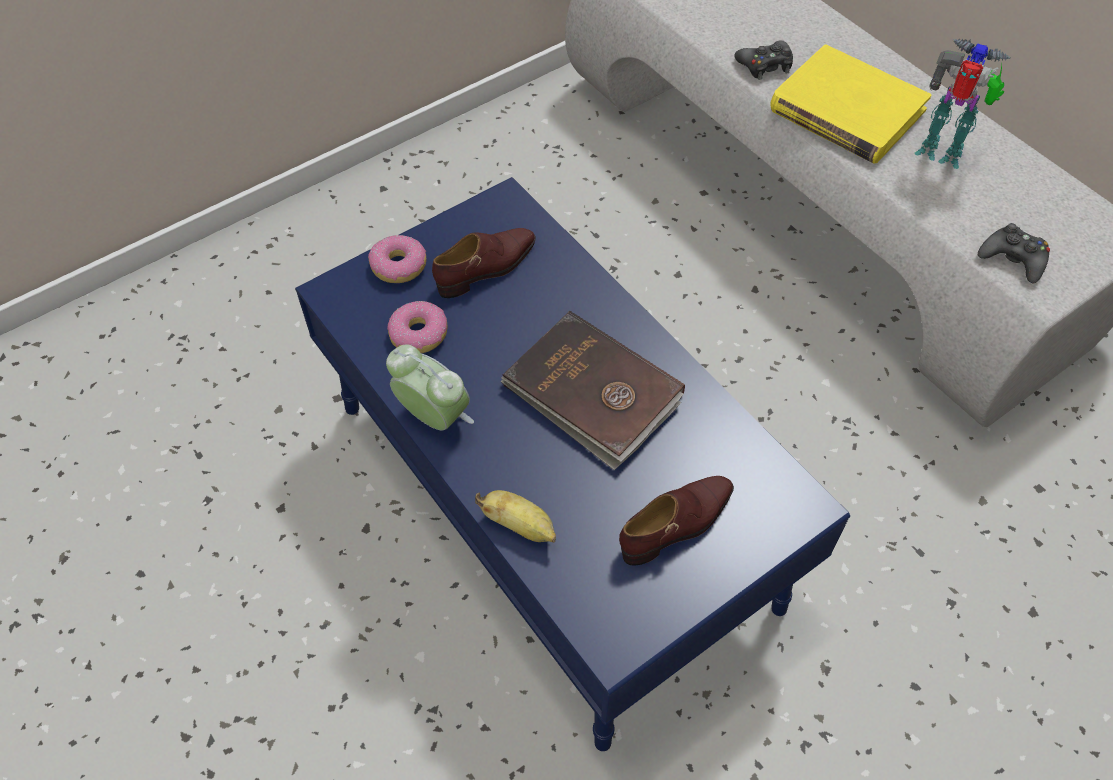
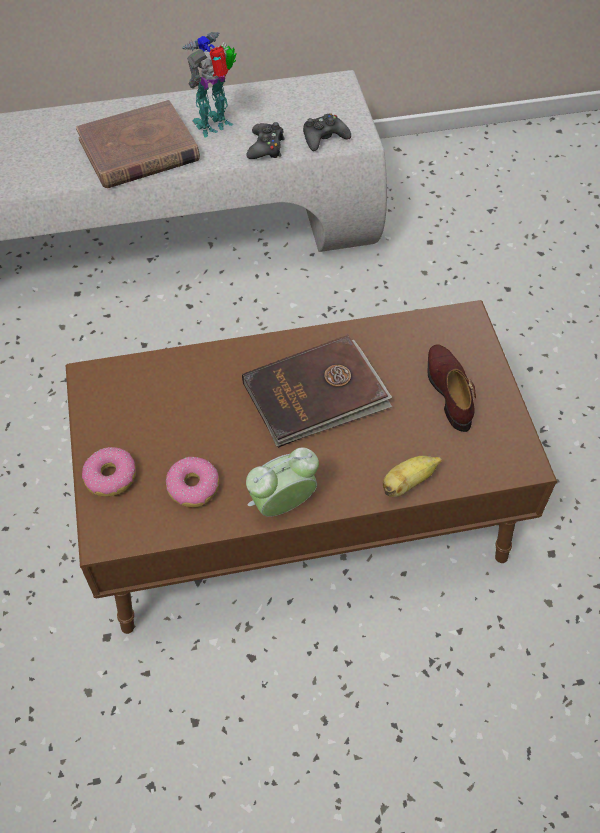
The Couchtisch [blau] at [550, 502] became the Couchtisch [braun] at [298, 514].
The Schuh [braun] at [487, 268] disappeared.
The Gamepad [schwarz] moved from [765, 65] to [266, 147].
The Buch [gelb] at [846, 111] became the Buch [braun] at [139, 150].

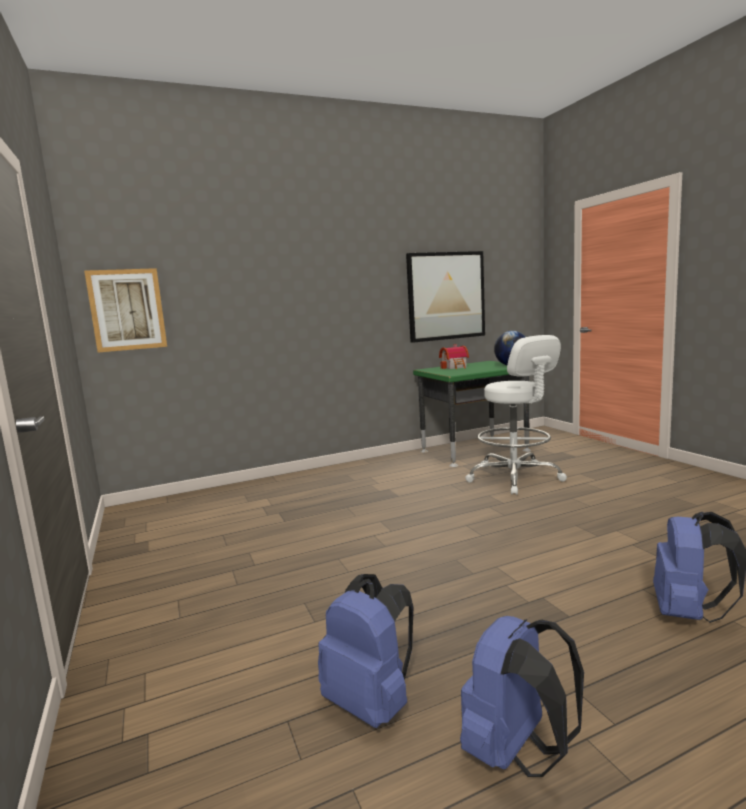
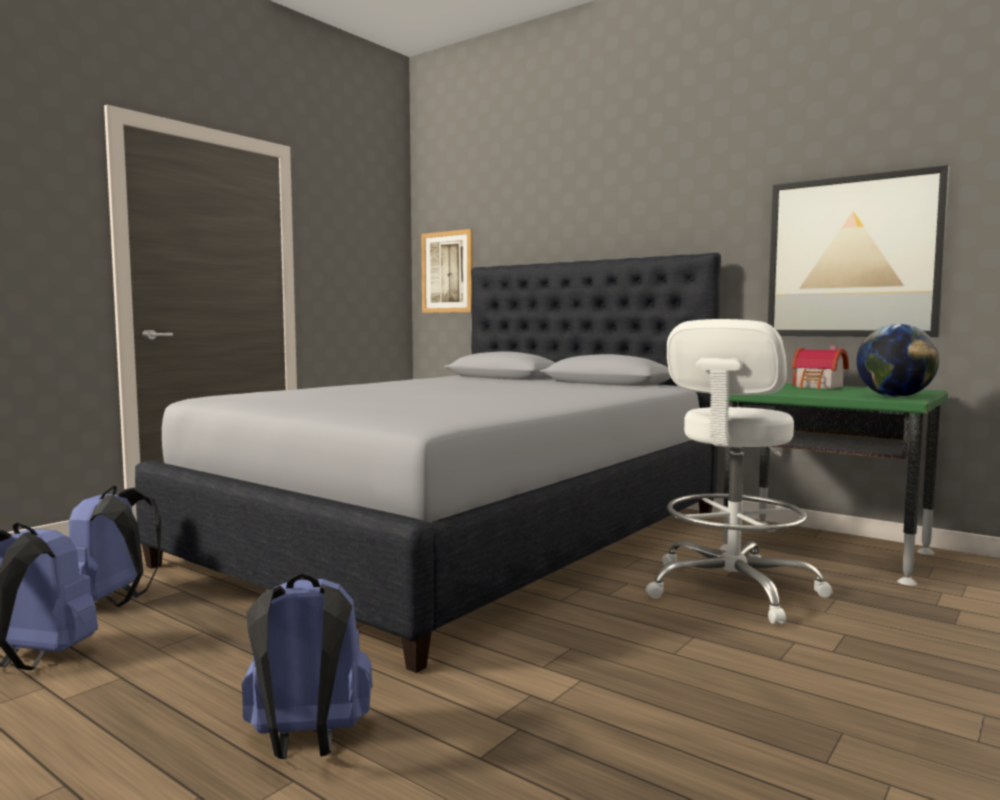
The Bett [grau] at [463, 537] appeared.

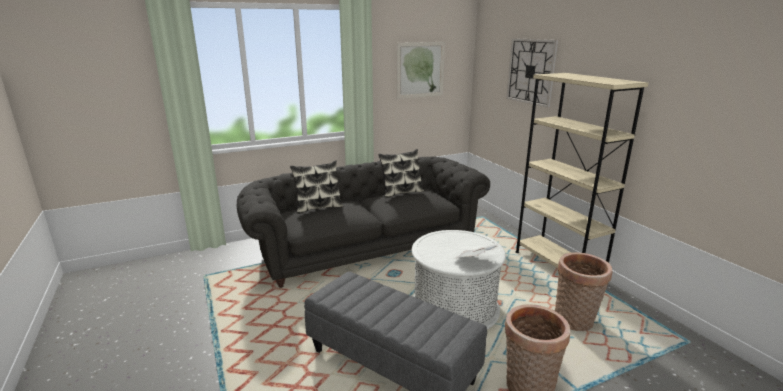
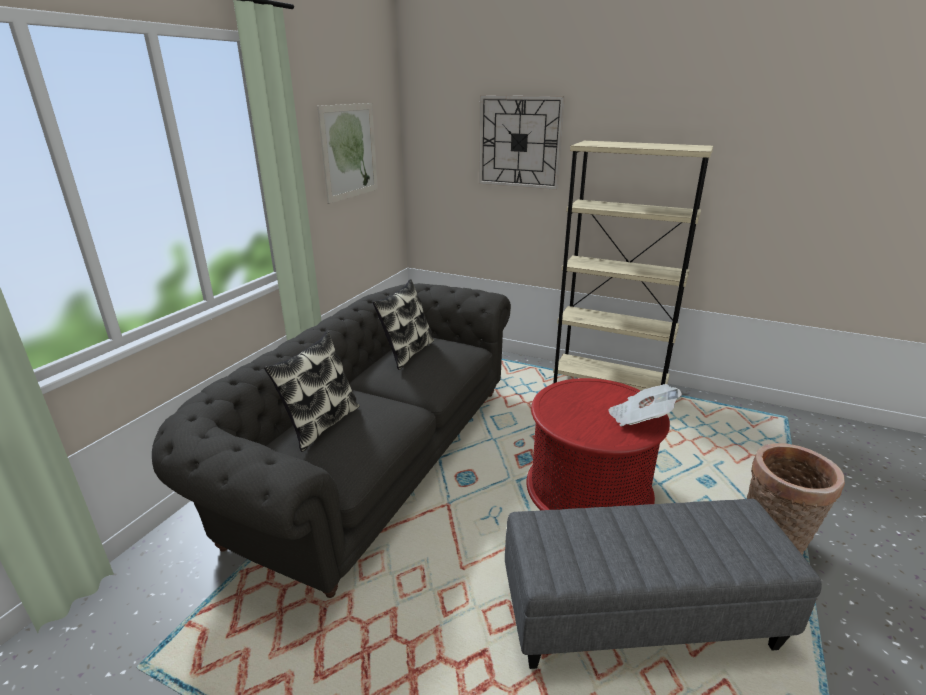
The Couchtisch [weiß] at [454, 307] became the Couchtisch [rot] at [588, 488].
The Korb at [575, 321] disappeared.

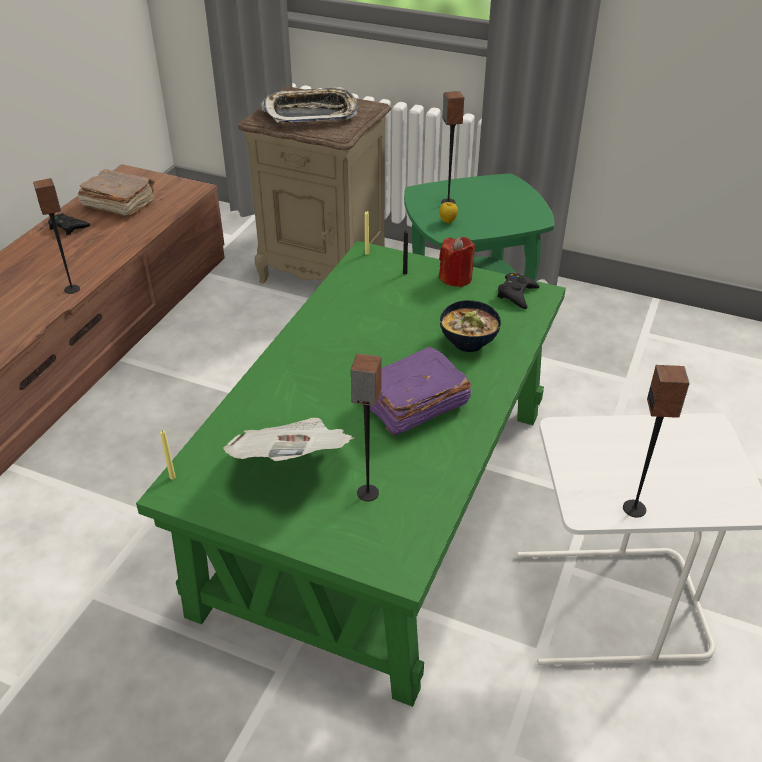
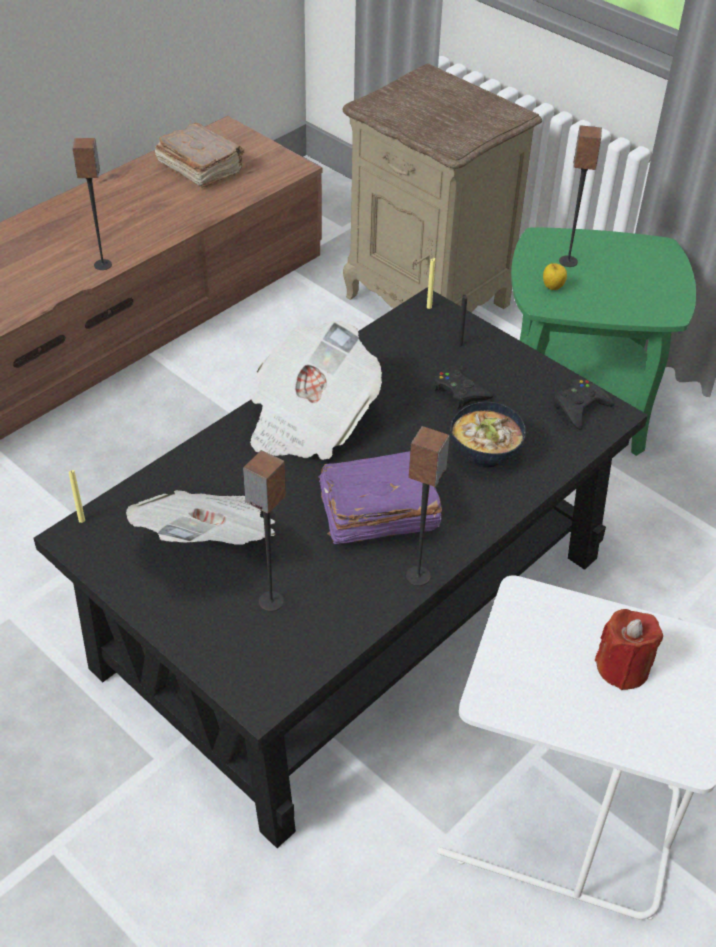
The Gamepad [schwarz] moved from [68, 227] to [460, 392].
The Couchtisch [grün] at [381, 506] became the Couchtisch [schwarz] at [354, 613].
The Tablett at [311, 113] disappeared.
The Kerze [rot] moved from [456, 278] to [622, 668].
The Lautsprecher moved from [635, 509] to [418, 576].
The Zeitung at [309, 420] appeared.

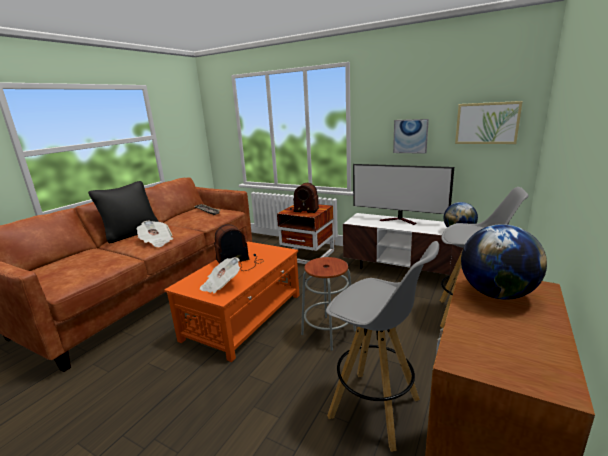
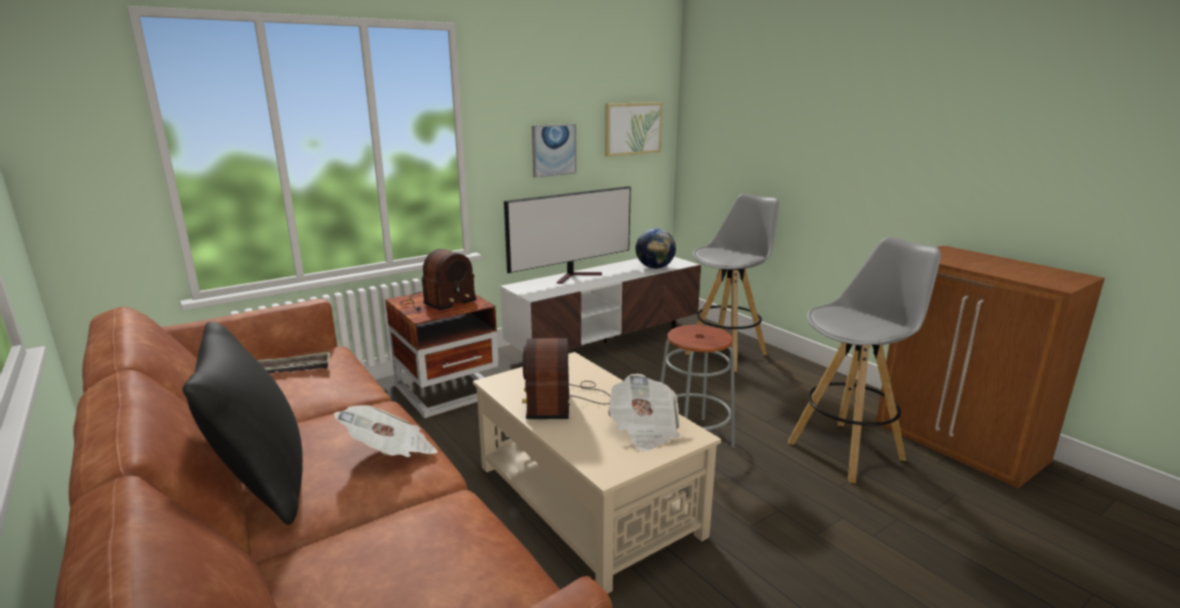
The Couchtisch [orange] at [244, 316] became the Couchtisch [beige] at [586, 498].
The Globus at [496, 294] disappeared.

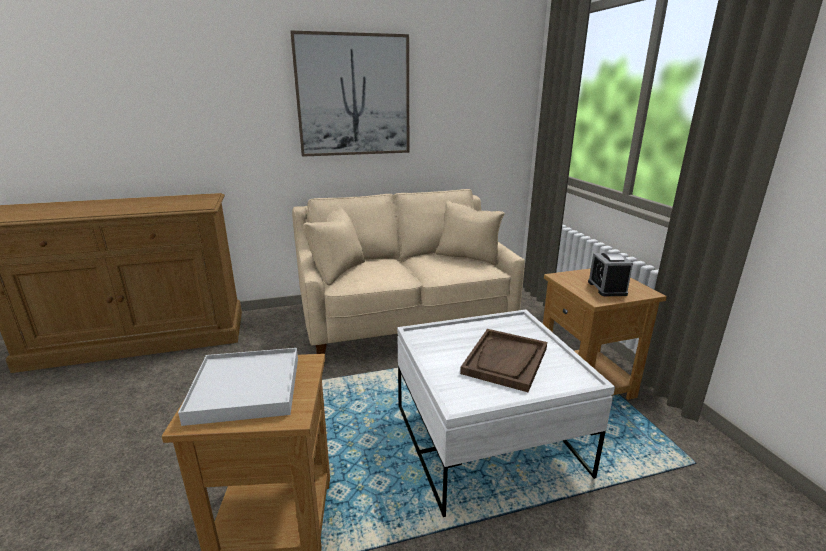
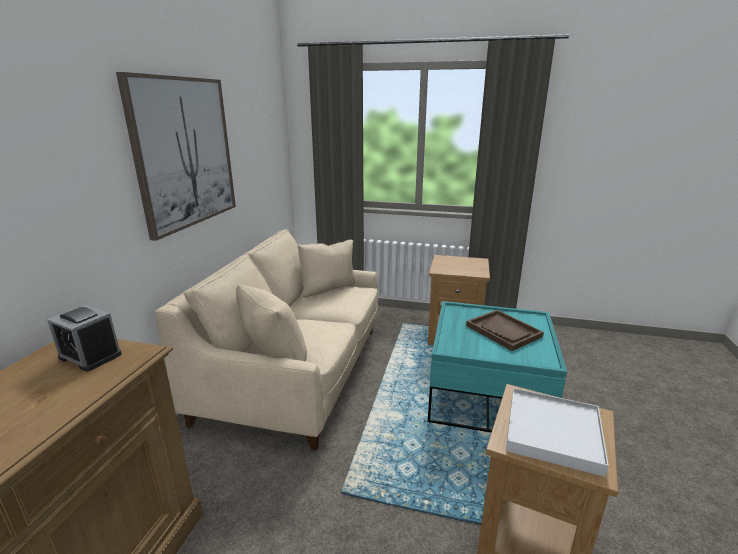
The Couchtisch [weiß] at [487, 439] became the Couchtisch [türkis] at [487, 395].
The Wecker moved from [607, 288] to [90, 356].

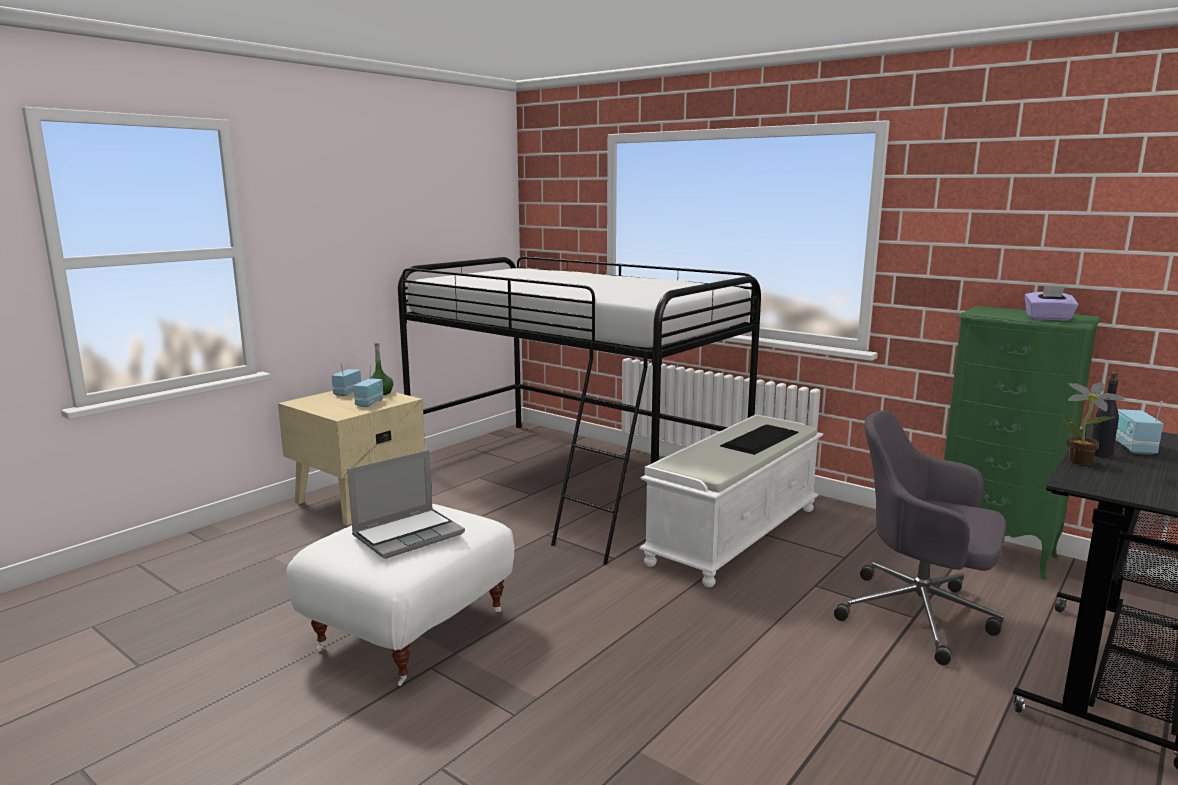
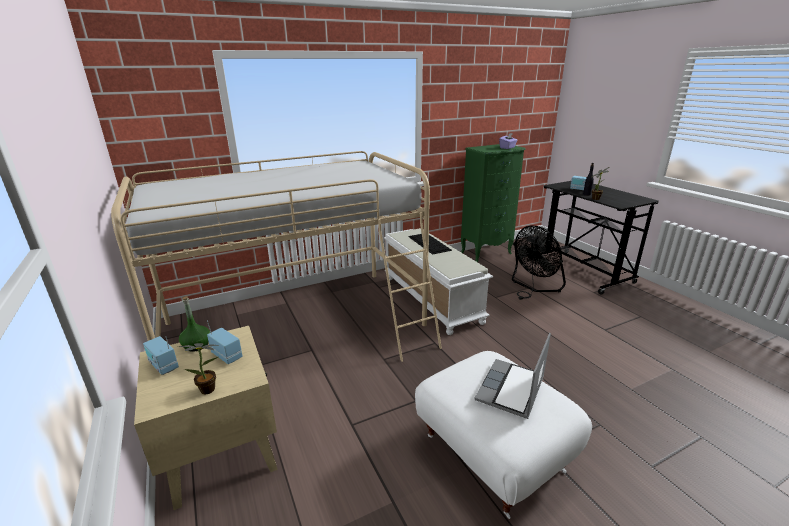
The Laptop at [409, 534] turned 135 degrees counterclockwise.
The Bett [schwarz] at [573, 476] became the Bett [beige] at [299, 325].
The Bürostuhl [grau] at [920, 615] was replaced by the Ventilator [schwarz] at [530, 285].
The Topfpflanze at [210, 390] appeared.

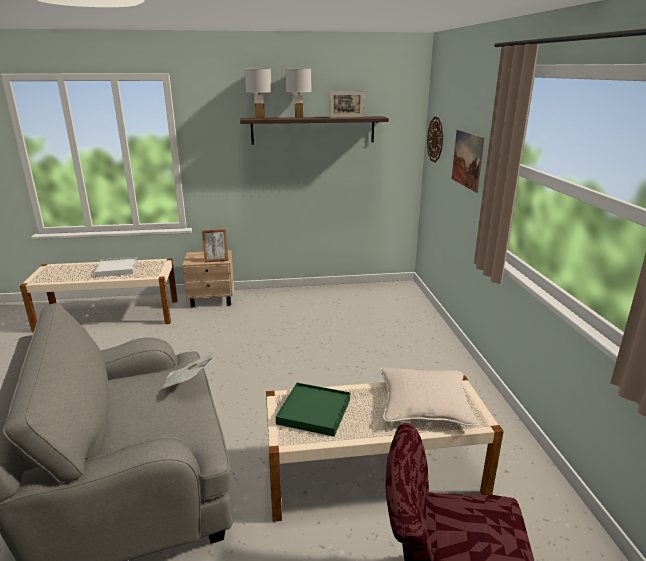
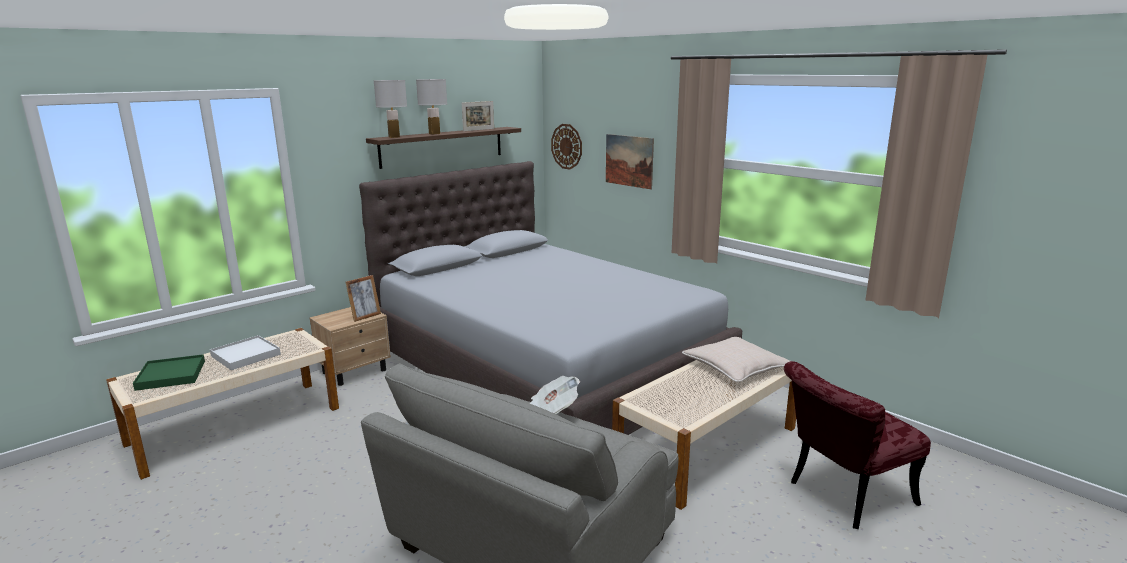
The Tablett [grün] moved from [314, 411] to [171, 375].
The Bett [grau] at [546, 369] appeared.

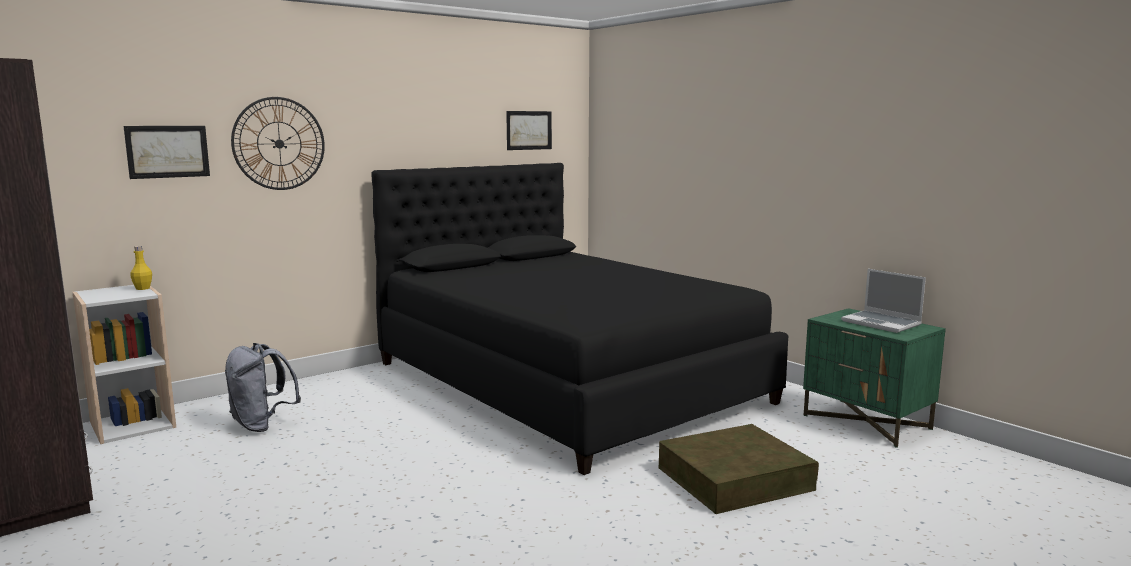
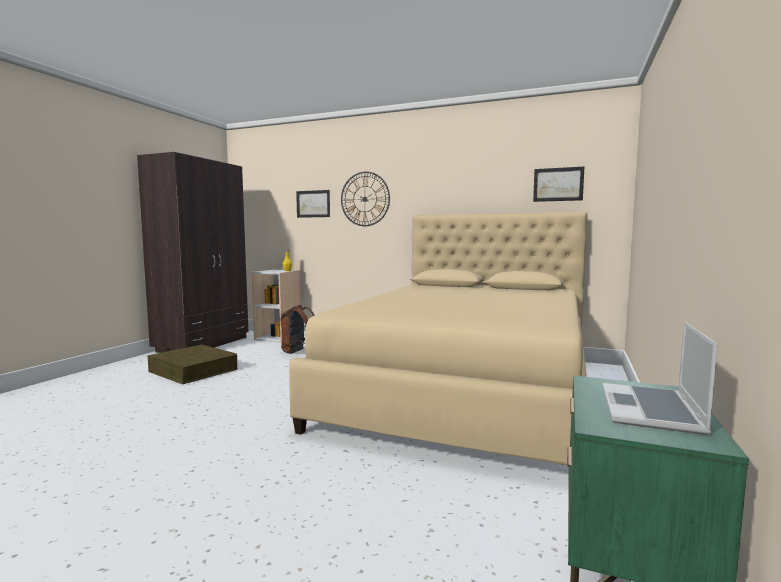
The Rucksack [grau] at [262, 425] became the Rucksack [braun] at [298, 352].
The Bett [schwarz] at [566, 381] became the Bett [beige] at [467, 390].
The Aufbewahrungsbox [braun] moved from [734, 478] to [193, 370].

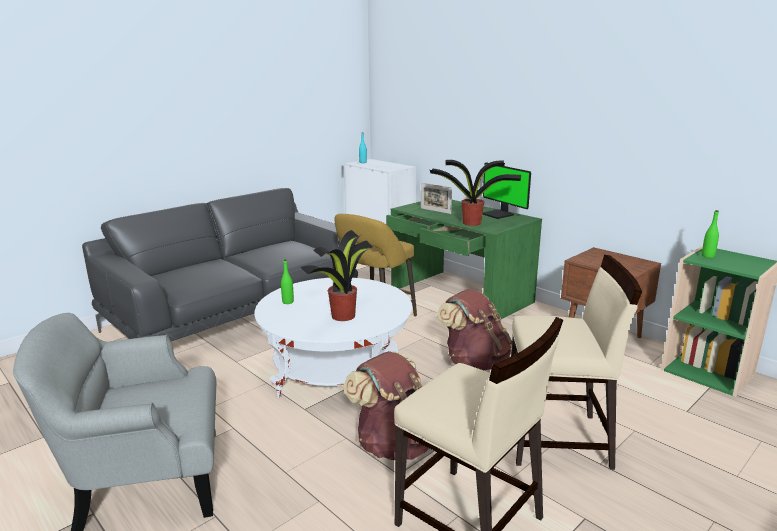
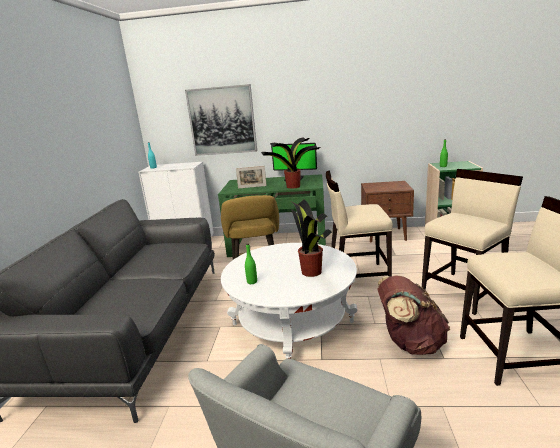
The Rucksack [braun] at [474, 362] was replaced by the Stuhl [beige] at [357, 276].
The Bild at [222, 121] appeared.

